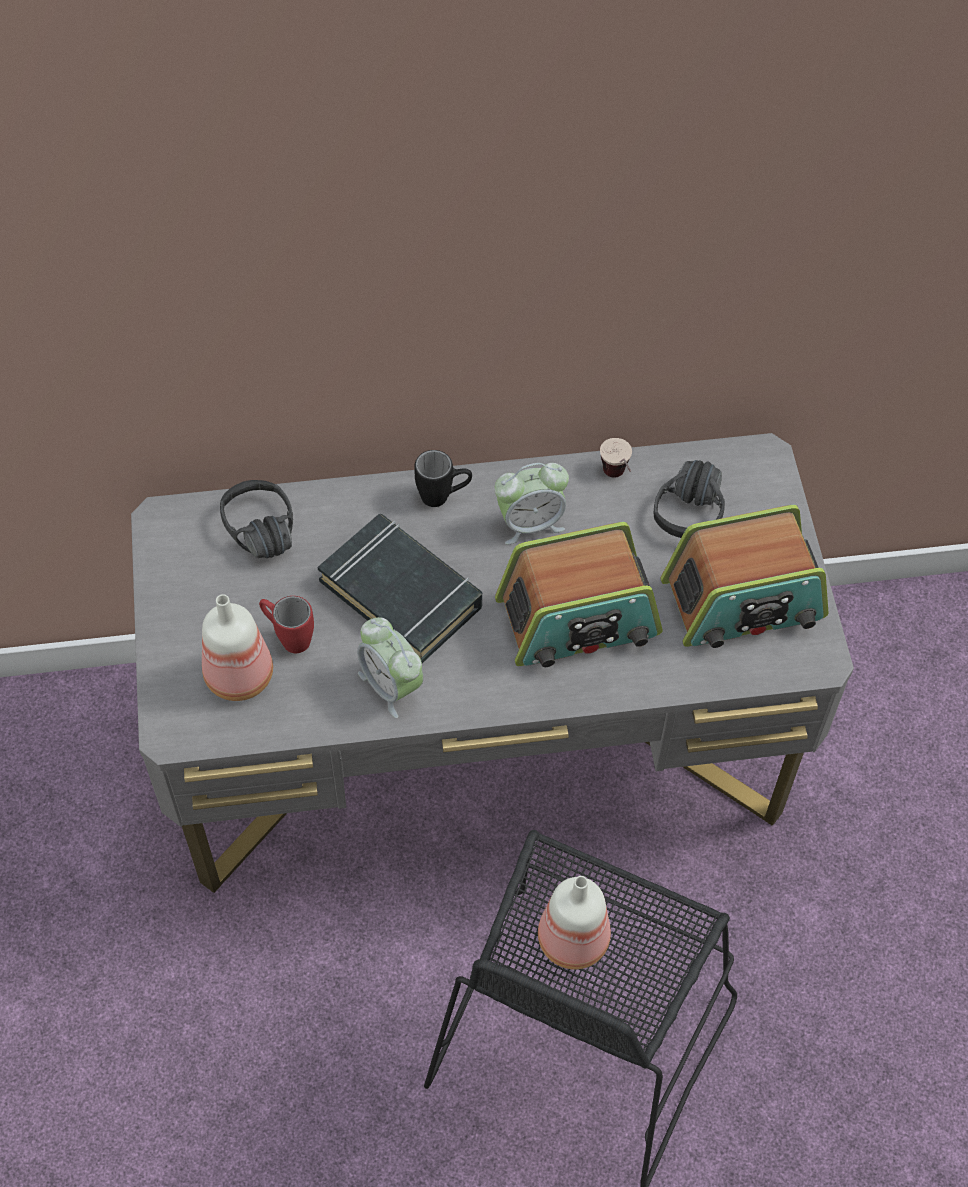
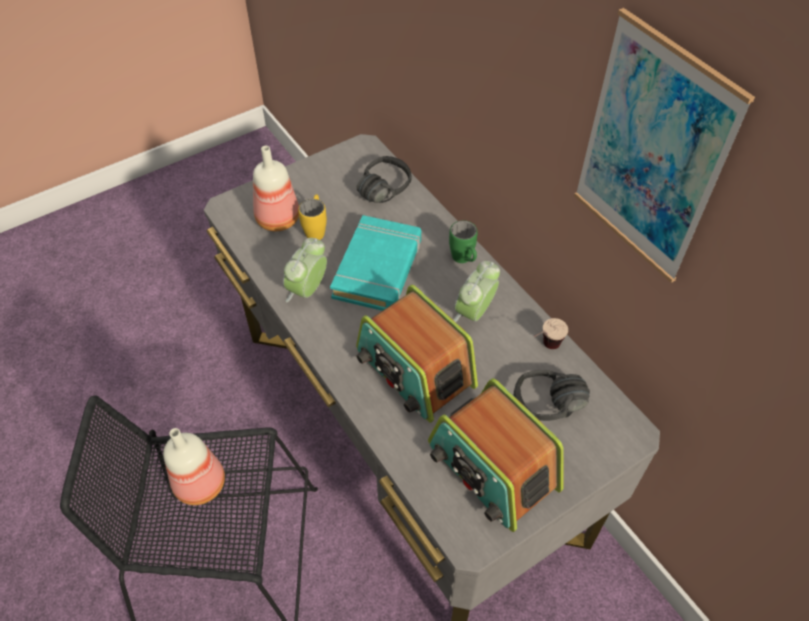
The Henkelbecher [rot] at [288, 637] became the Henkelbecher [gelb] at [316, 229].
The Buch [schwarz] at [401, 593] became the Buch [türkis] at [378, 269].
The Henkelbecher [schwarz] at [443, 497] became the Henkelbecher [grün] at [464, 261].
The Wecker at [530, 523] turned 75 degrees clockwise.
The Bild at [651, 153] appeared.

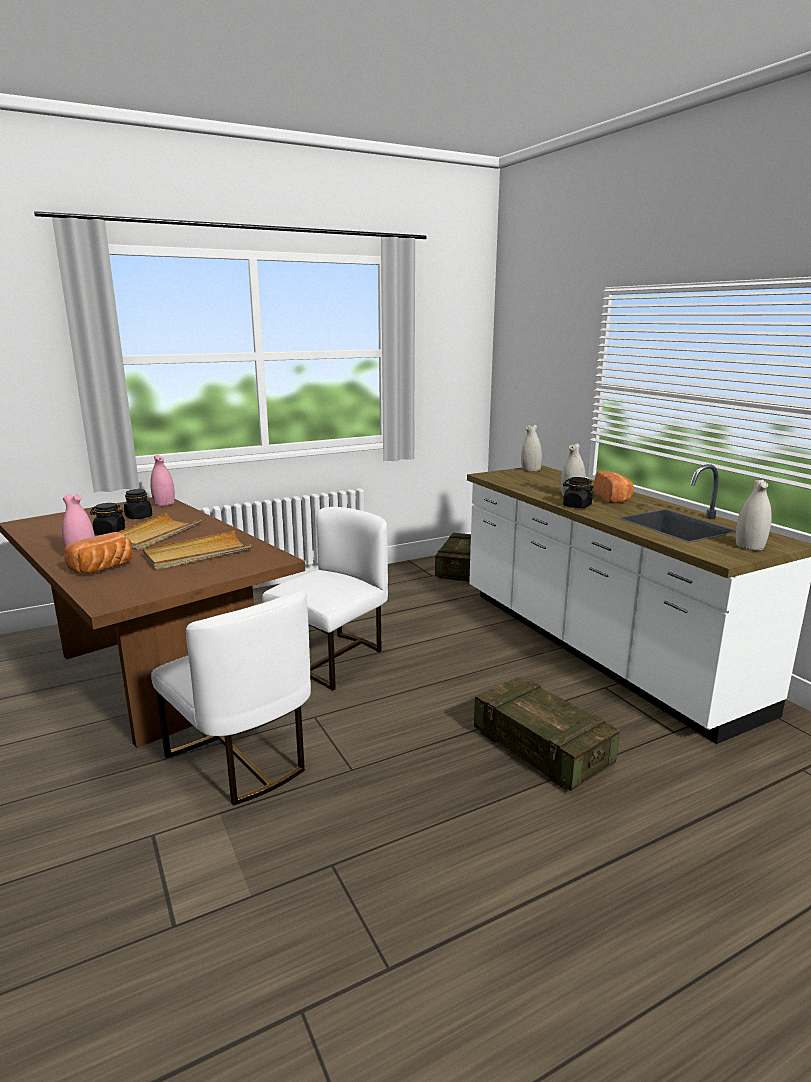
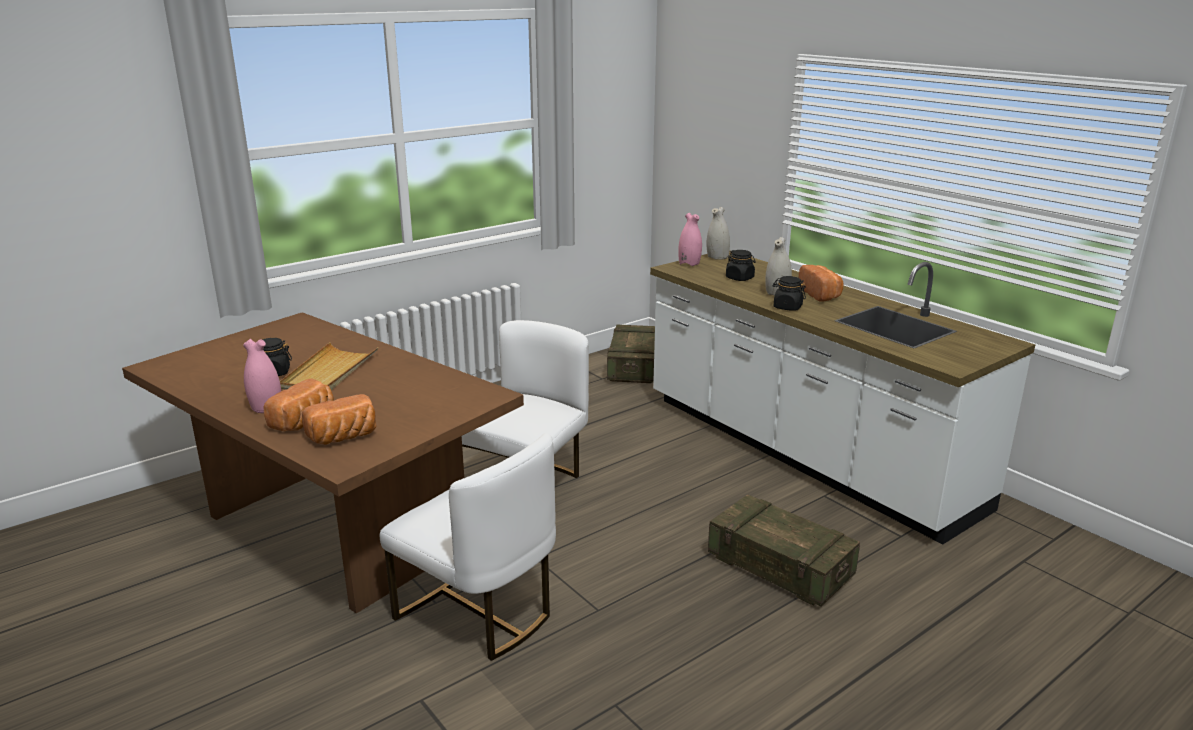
The Vorratsglas [schwarz] moved from [139, 517] to [740, 278].
The Tablett [beige] at [197, 554] disappeared.
The Vase [rosa] moved from [164, 504] to [689, 264].
The Vase [weiß] at [750, 546] disappeared.
The Brot at [344, 437] appeared.

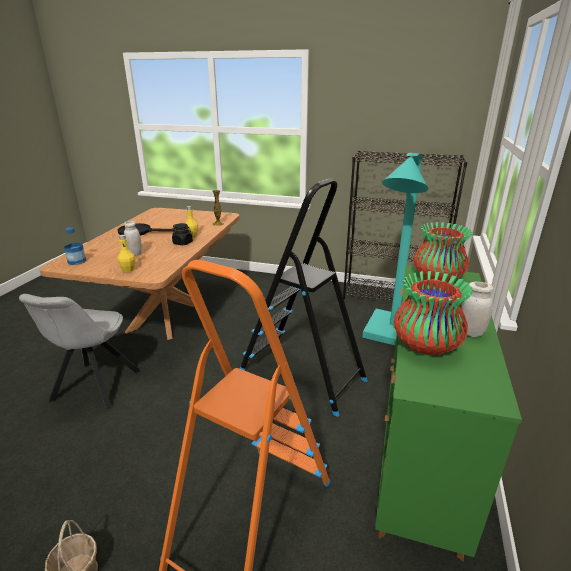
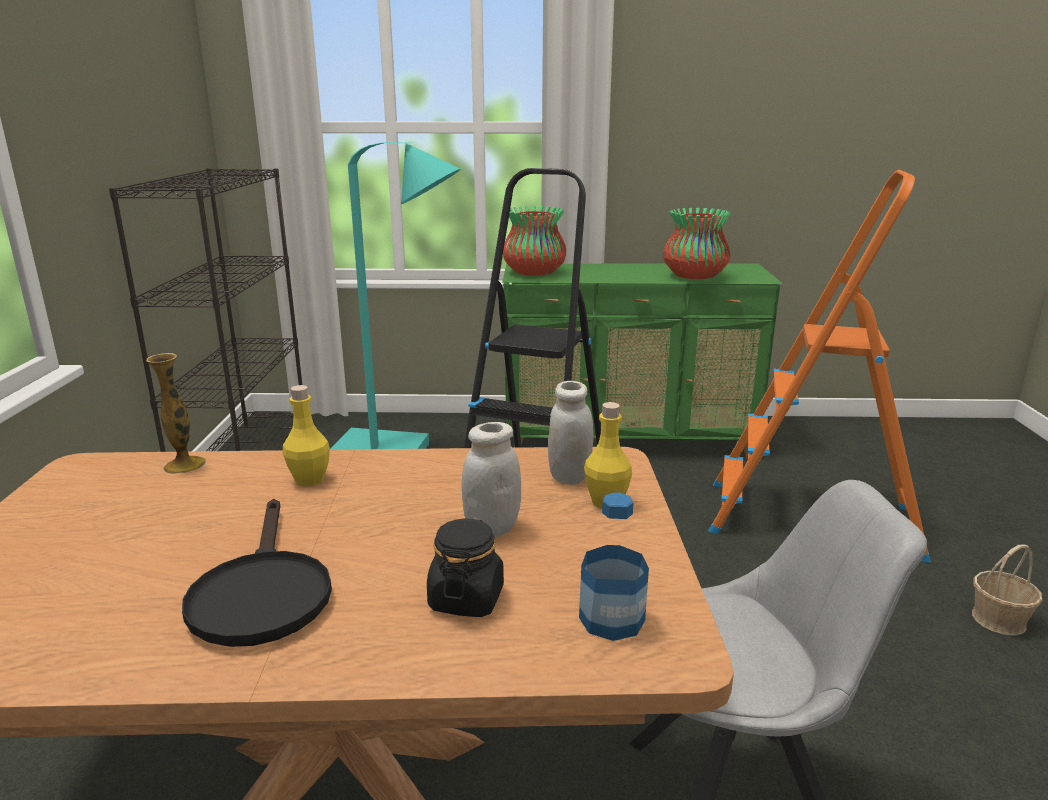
The Vorratsglas [schwarz] moved from [183, 243] to [466, 598].
The Vorratsglas [weiß] moved from [470, 332] to [569, 477].

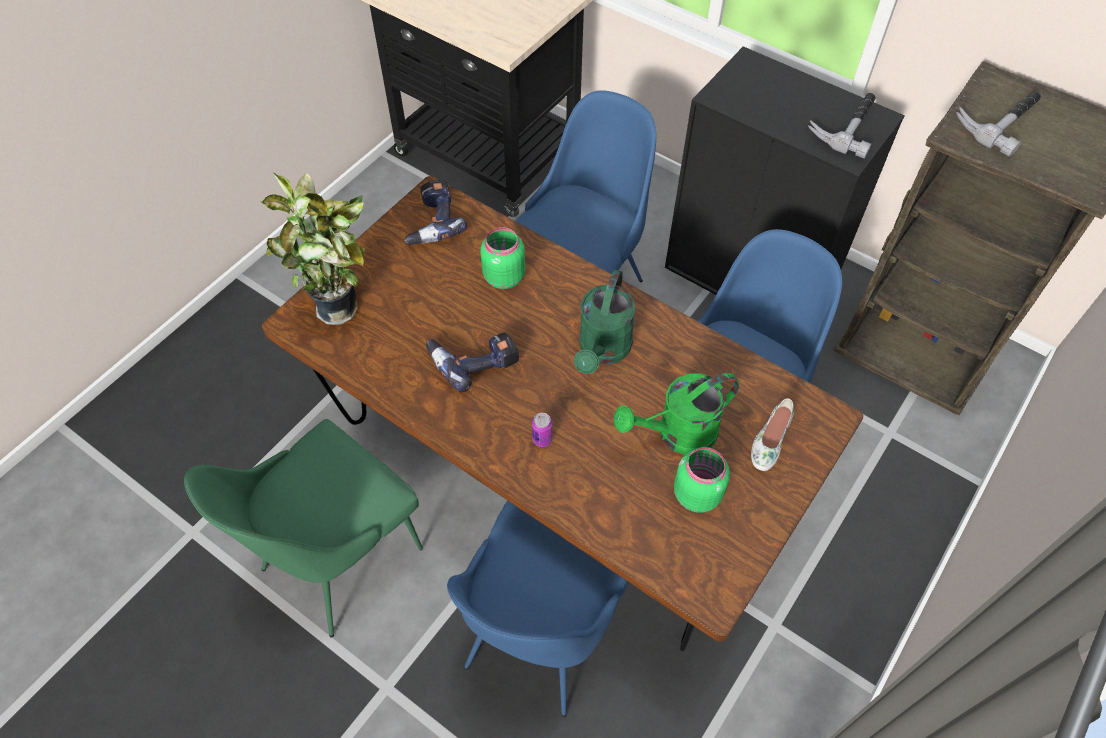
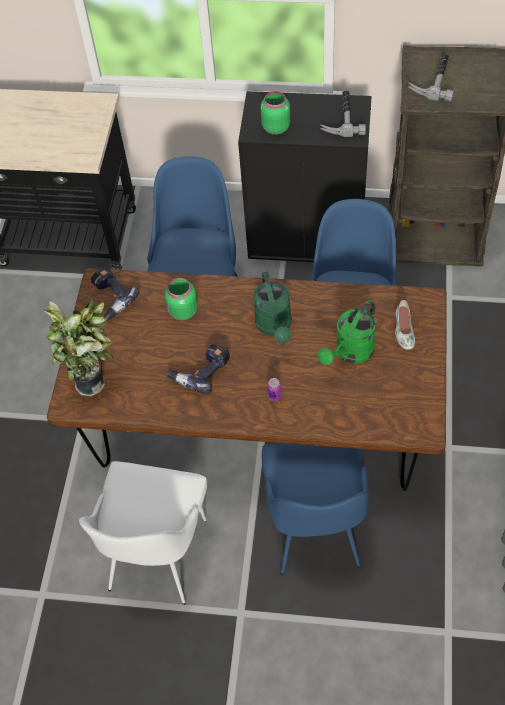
The Stuhl [grün] at [342, 560] became the Stuhl [weiß] at [158, 555].
The Vorratsglas [grün] moved from [696, 493] to [275, 127].

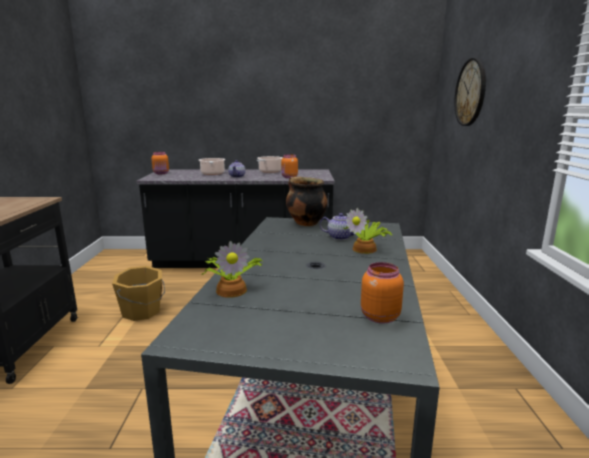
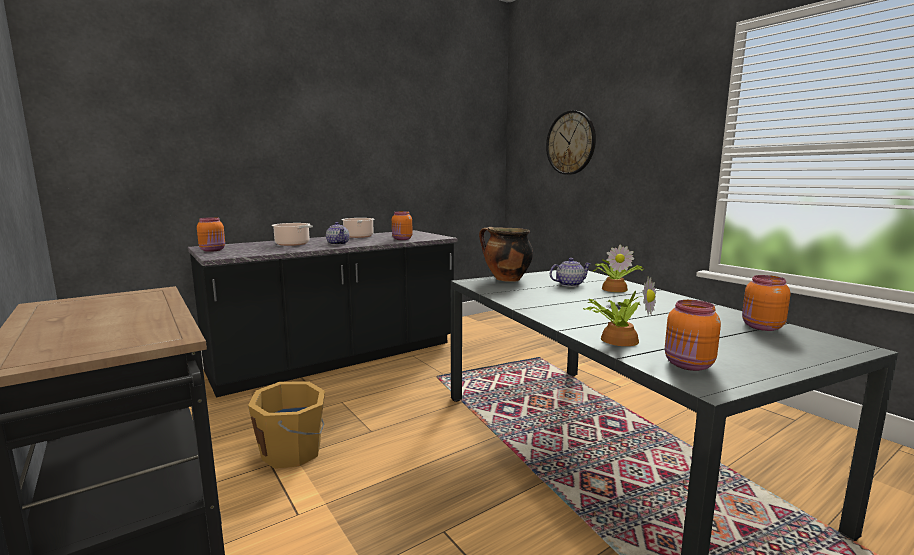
The Vorratsglas [orange] at [689, 365] appeared.

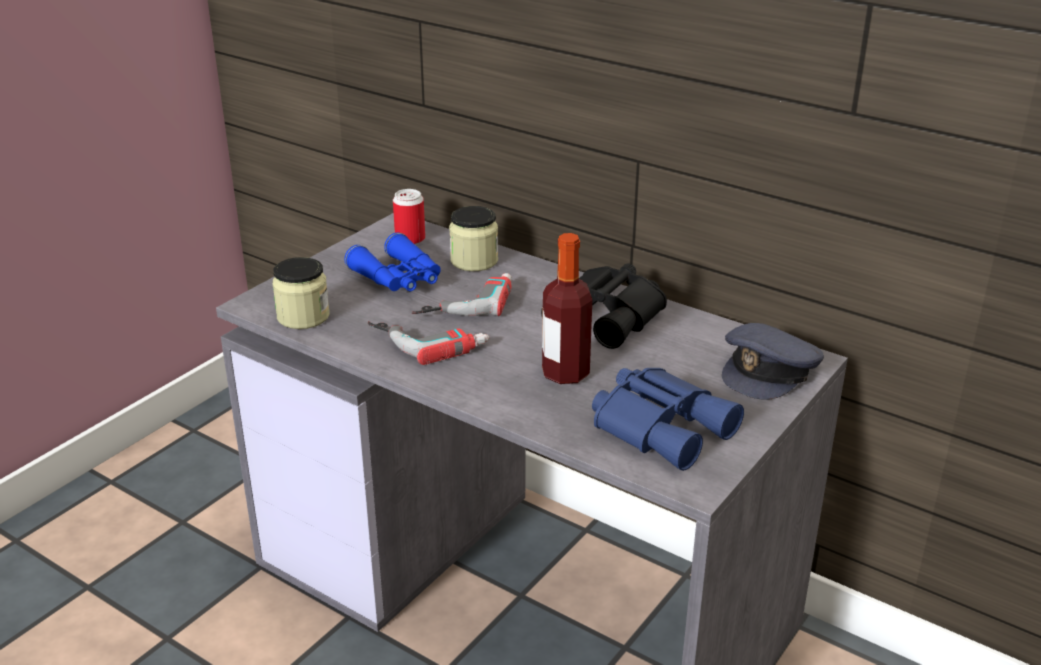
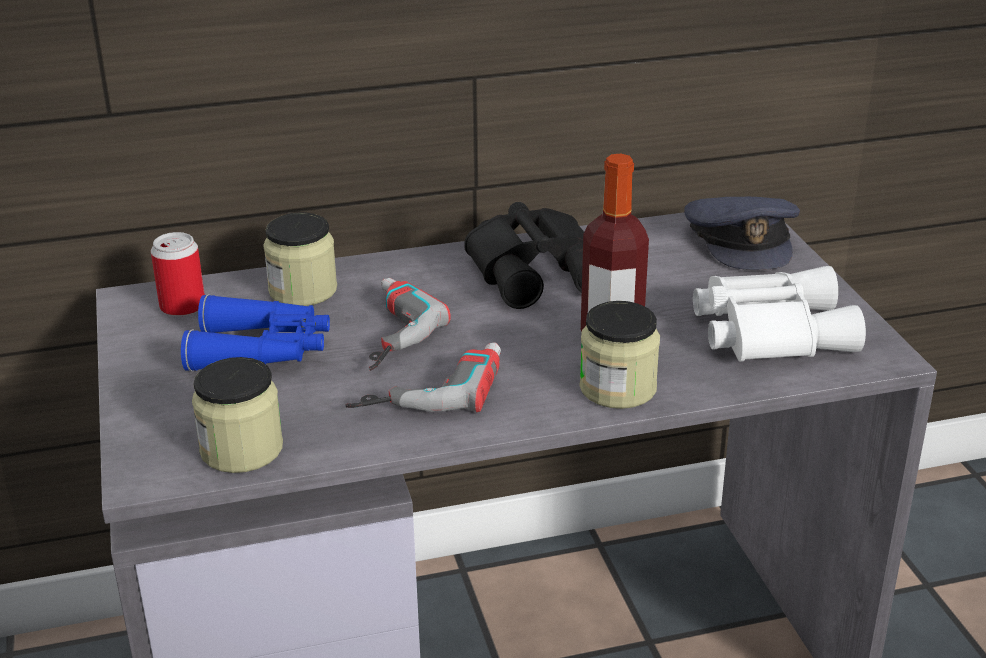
The Fernglas [blau] at [662, 425] became the Fernglas [weiß] at [768, 329].
The Vorratsglas at [618, 388] appeared.

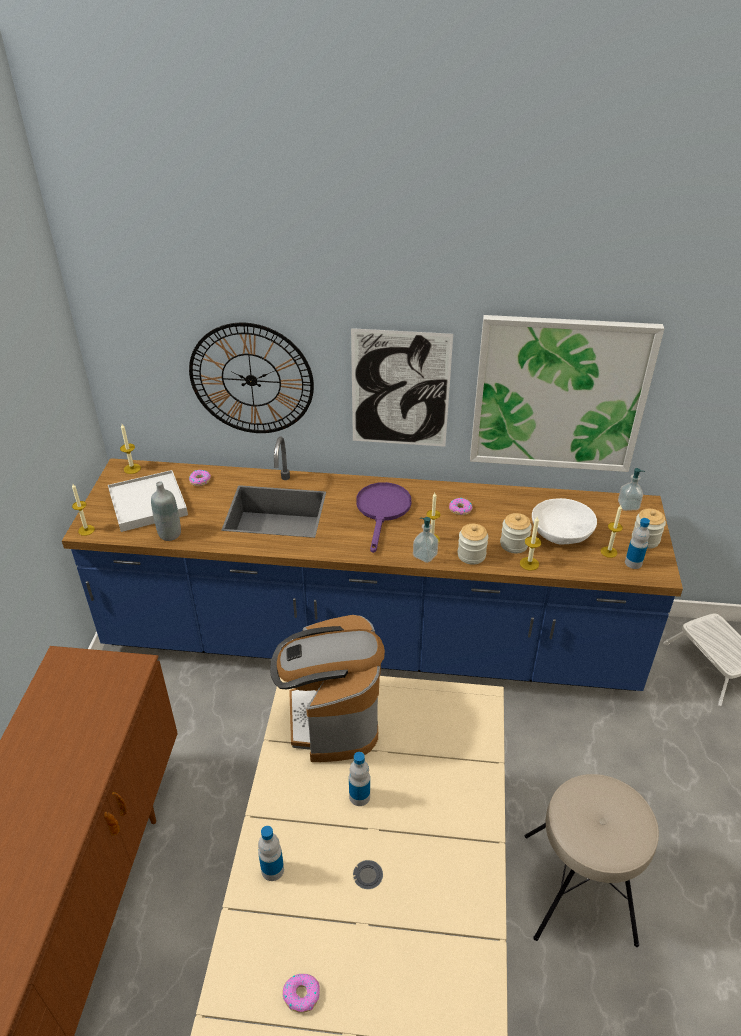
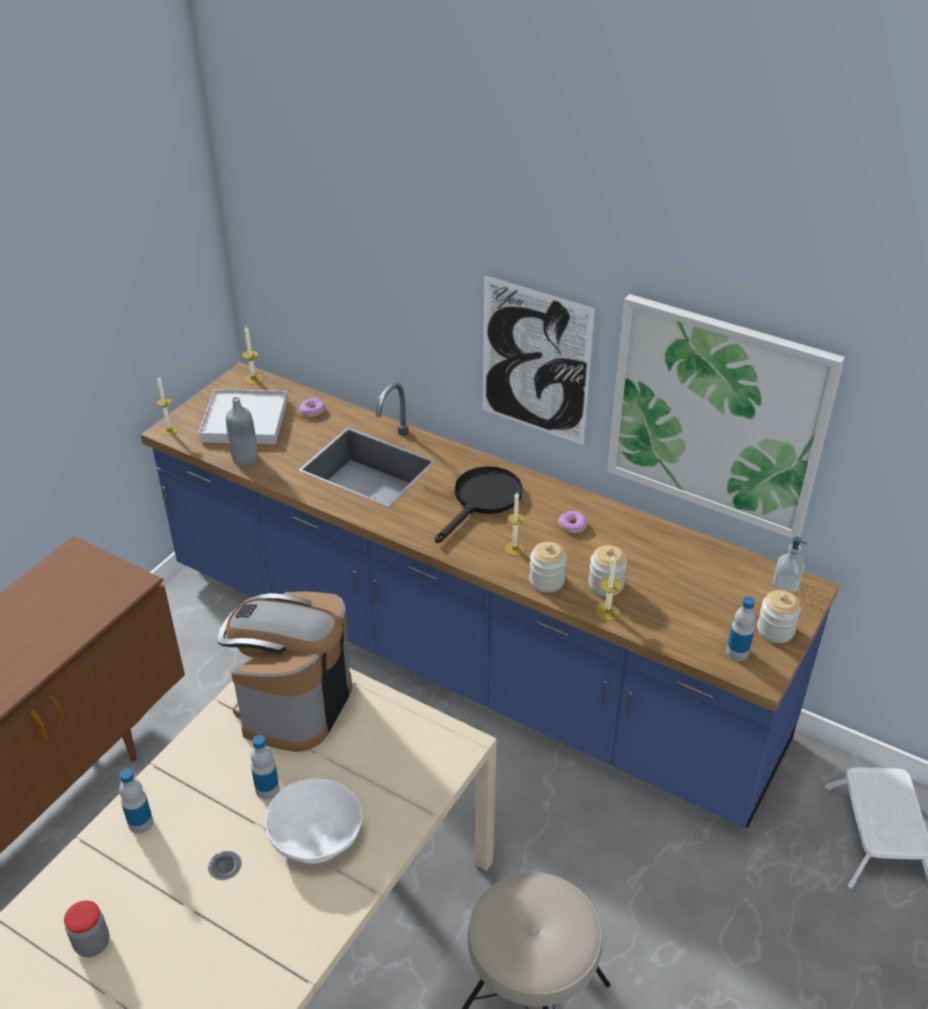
The Wanduhr at [251, 380] disappeared.
The Donut at [301, 994] was replaced by the Vorratsglas at [92, 943].
The Pfanne [lila] at [383, 510] became the Pfanne [schwarz] at [482, 500].
The Seifenspender at [425, 555] disappeared.
The Schüssel [weiß] moved from [561, 532] to [316, 835].
The Kerze at [609, 552] disappeared.

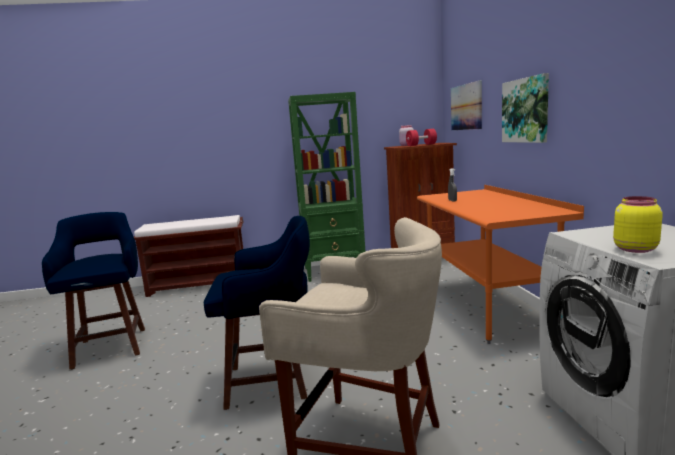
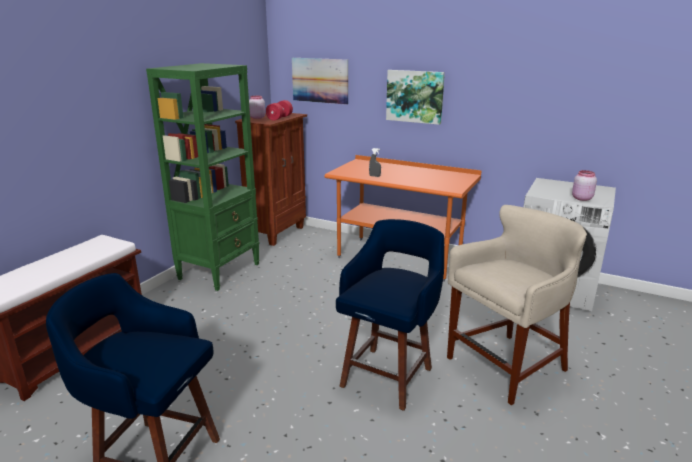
The Vorratsglas [gelb] at [634, 249] became the Vorratsglas [rosa] at [581, 198].

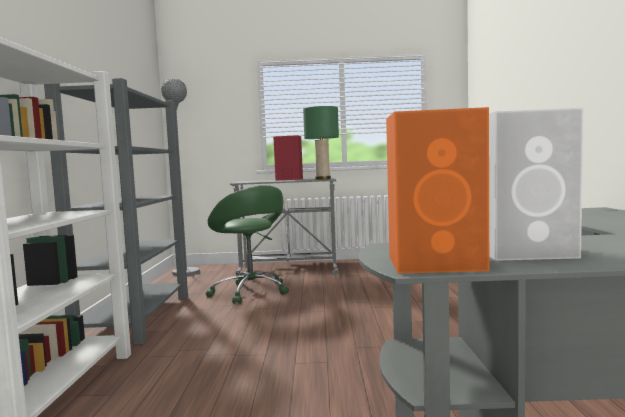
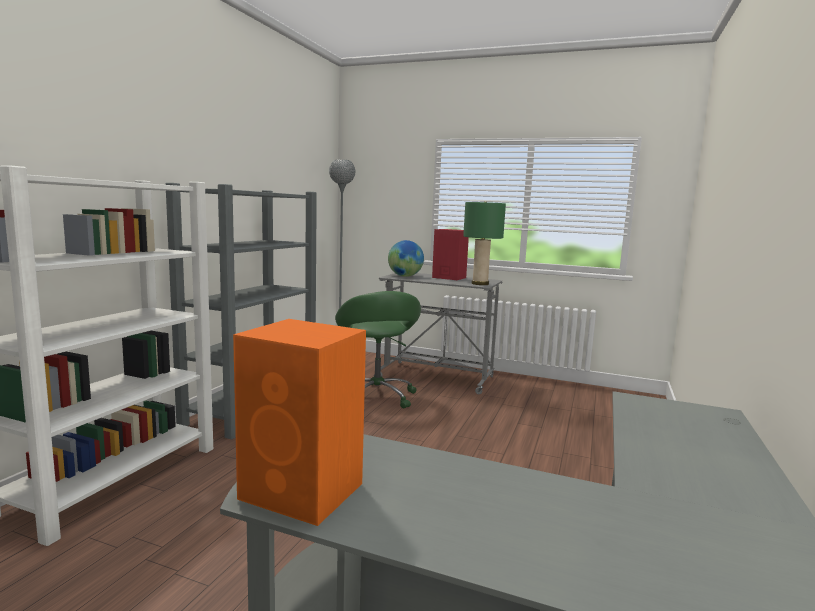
The Lautsprecher [weiß] at [526, 252] disappeared.
The Globus at [405, 276] appeared.

